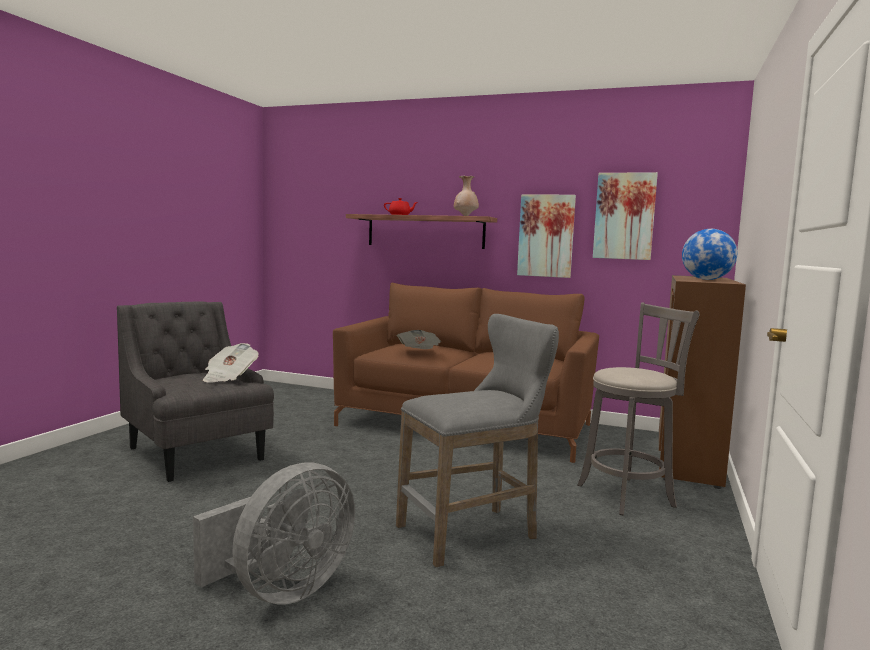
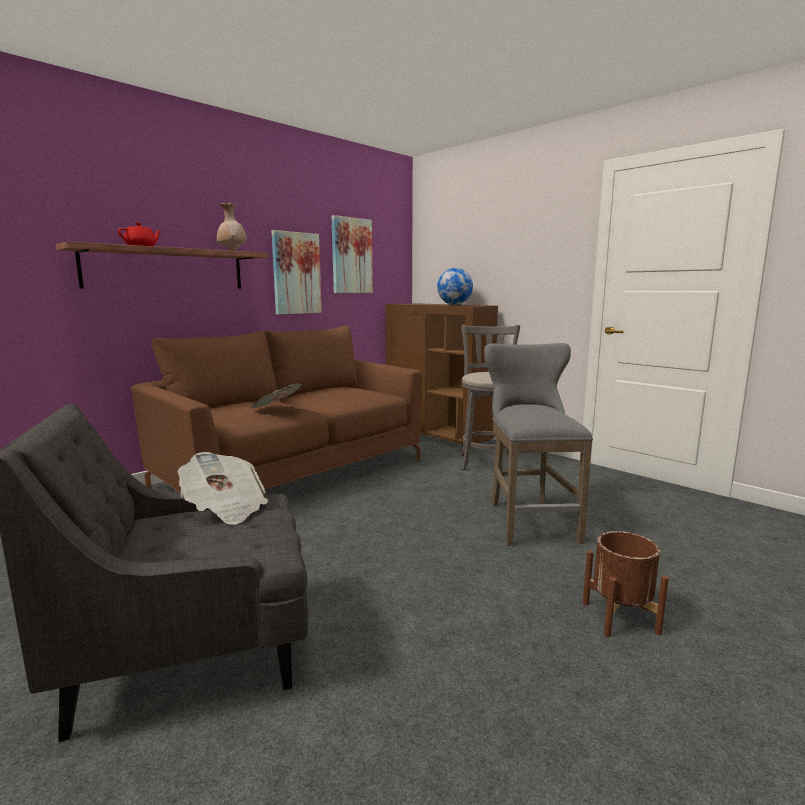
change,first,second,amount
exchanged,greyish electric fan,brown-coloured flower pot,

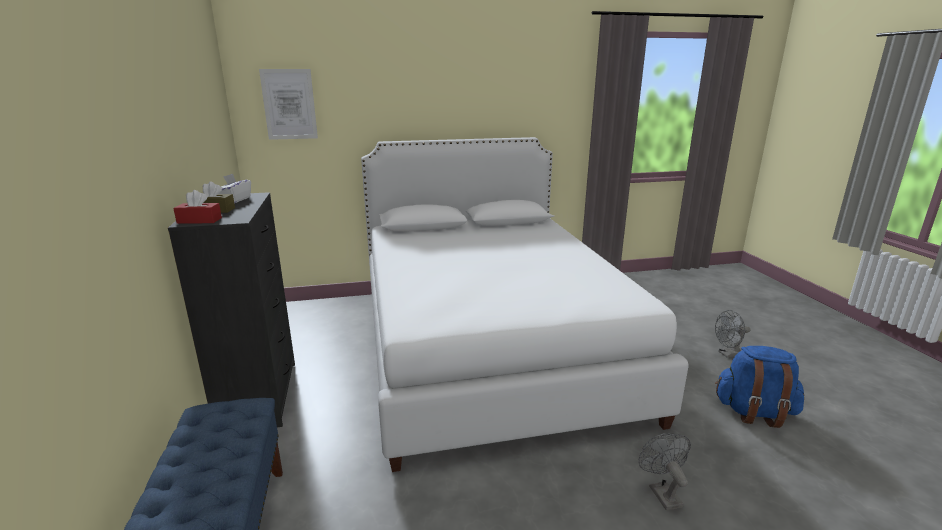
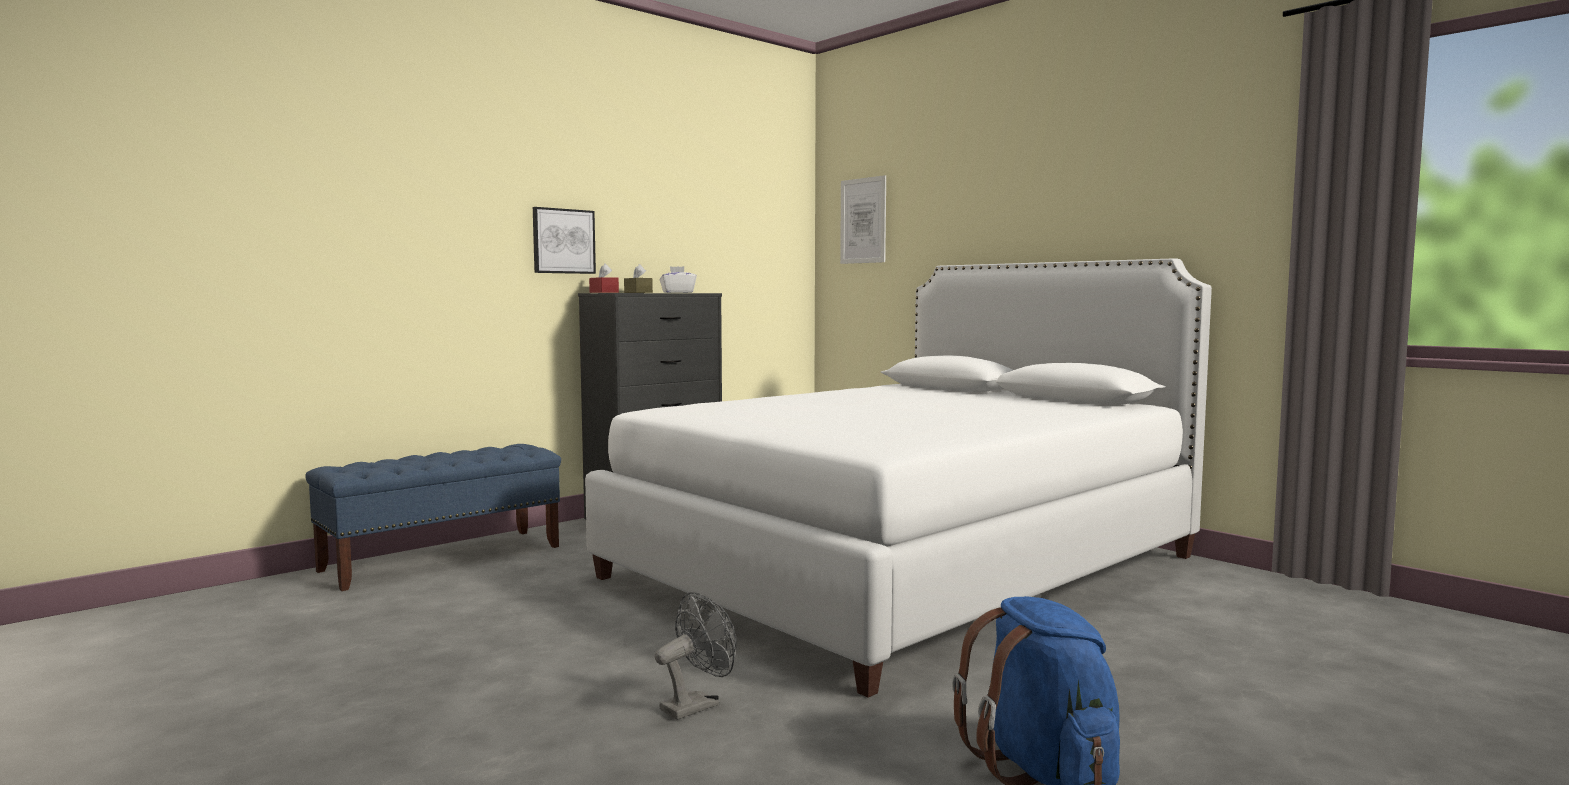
change,first,second,amount
appeared,,wall picture (no. 1 from left),
missing,greyish electric fan (no. 2 from left),,

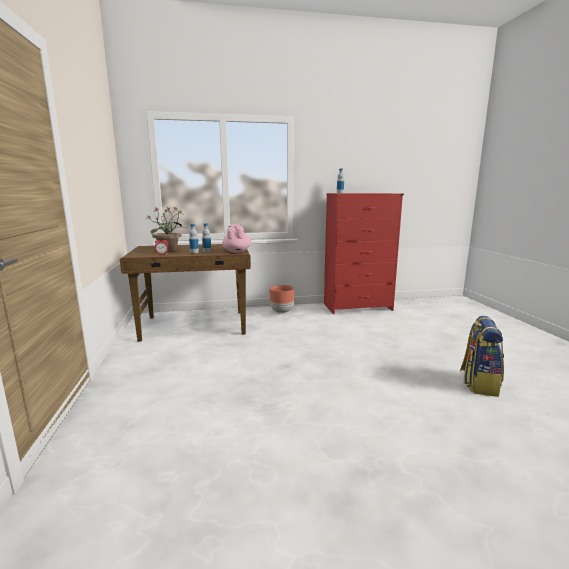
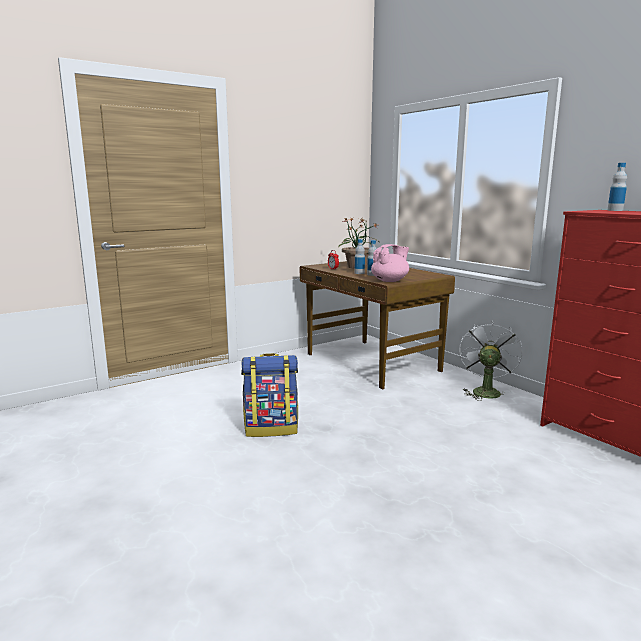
change,first,second,amount
relocated,rucksack,,
exchanged,brown-coloured flower pot,whitish electric fan,

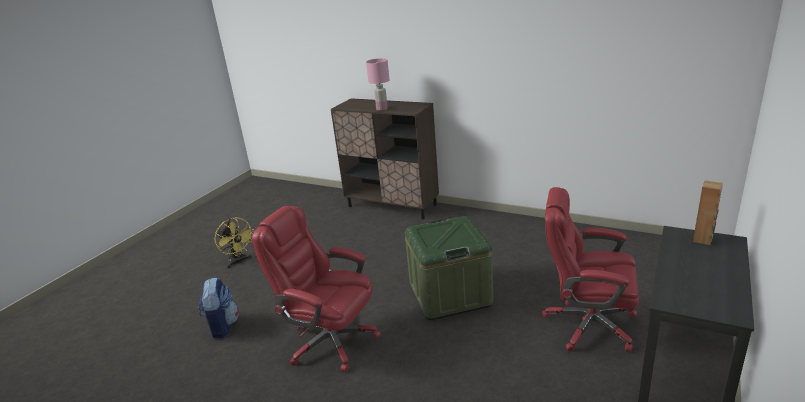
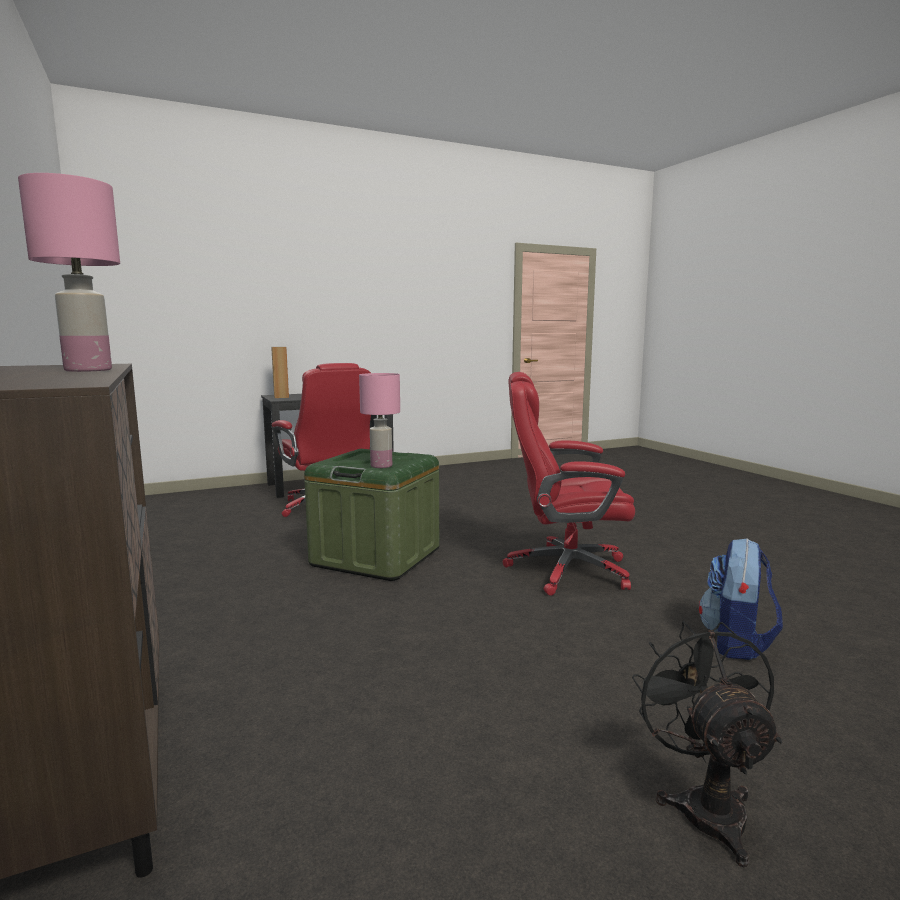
change,first,second,amount
appeared,,pink lamp for a table (no. 2 from left),
spun,red-coloured desk chair (no. 1 from left in the first image),red-coloured desk chair (no. 2 from left),120 degrees clockwise
colour,yellow electric fan,blackish electric fan,

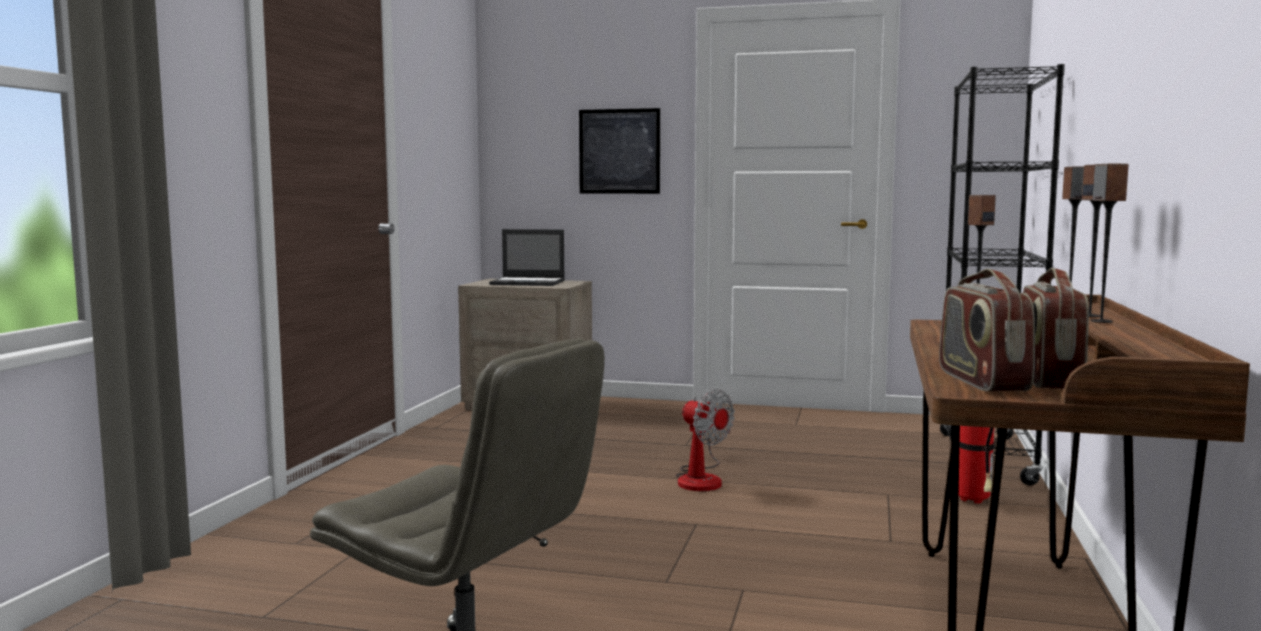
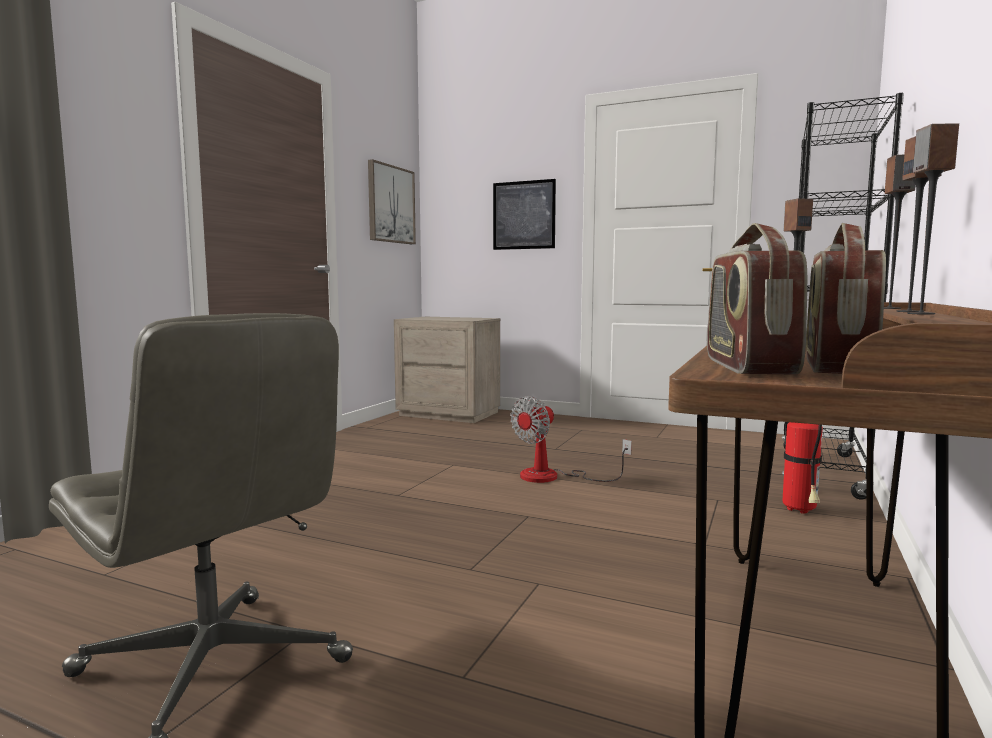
change,first,second,amount
appeared,,wall picture (no. 1 from left),
spun,electric fan,,75 degrees clockwise
missing,laptop,,

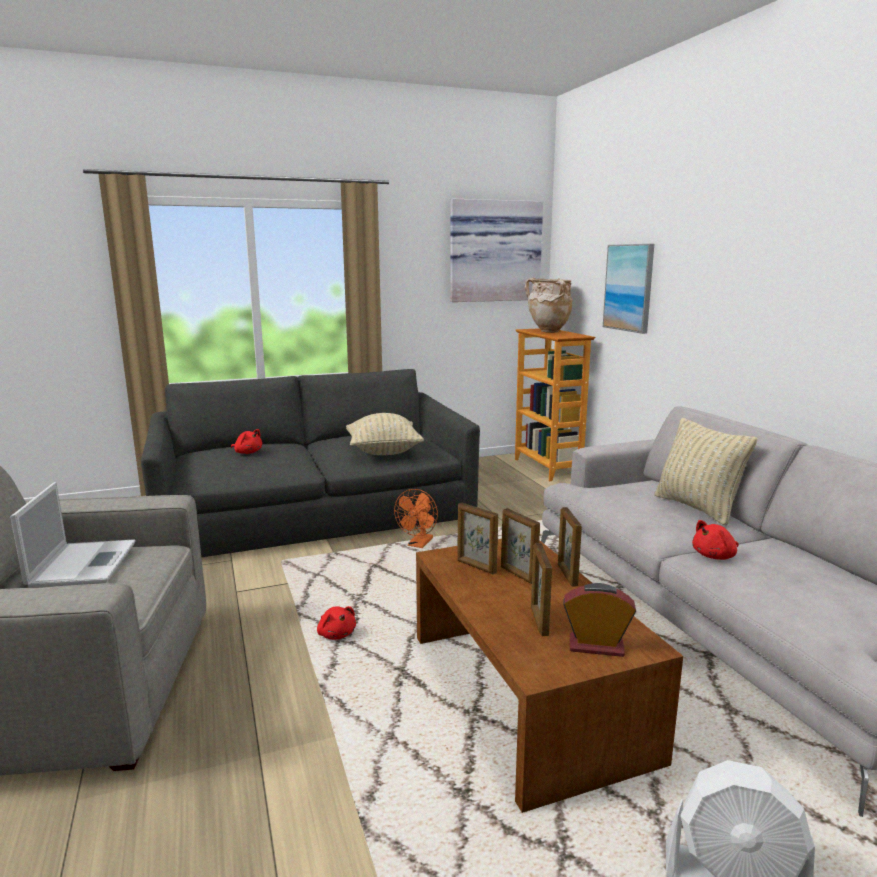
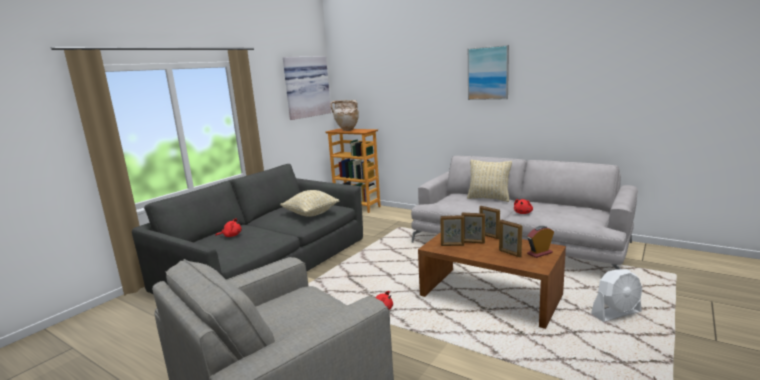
change,first,second,amount
relocated,wall picture (no. 2 from left),,
missing,laptop,,
missing,orangey electric fan,,

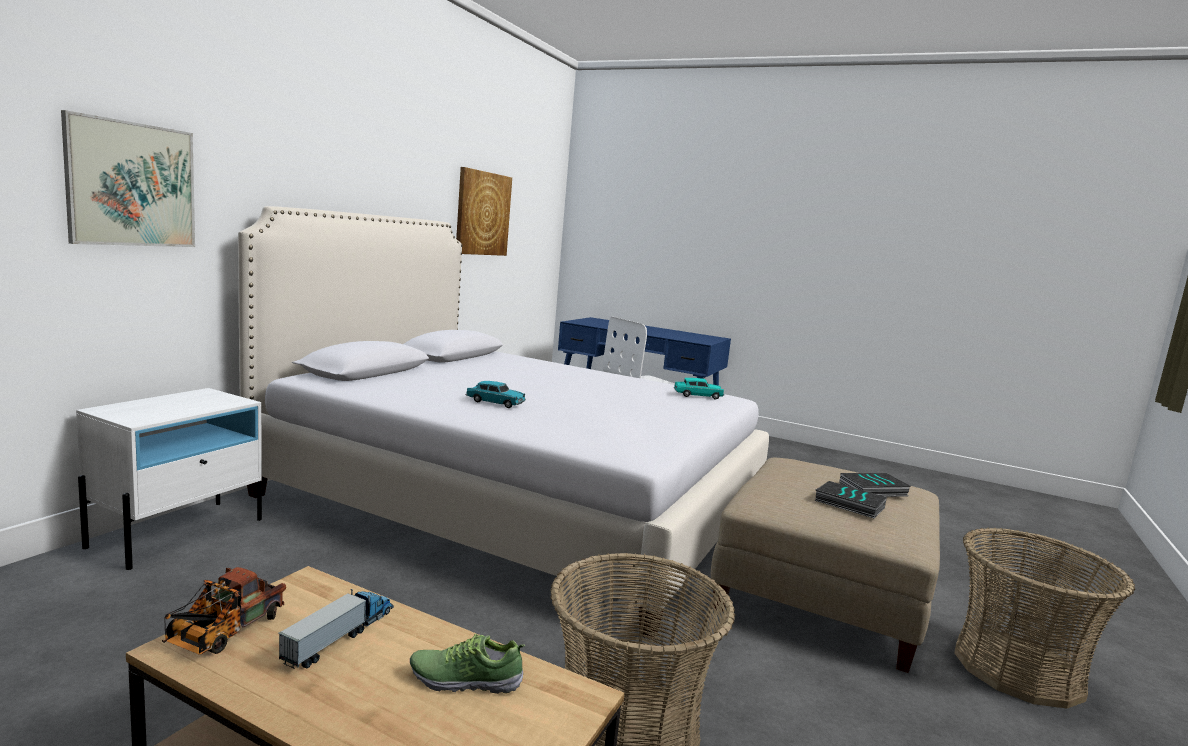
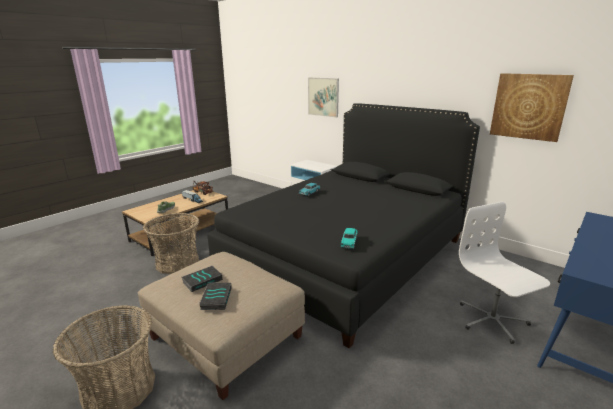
change,first,second,amount
colour,whitish bed,blackish bed,

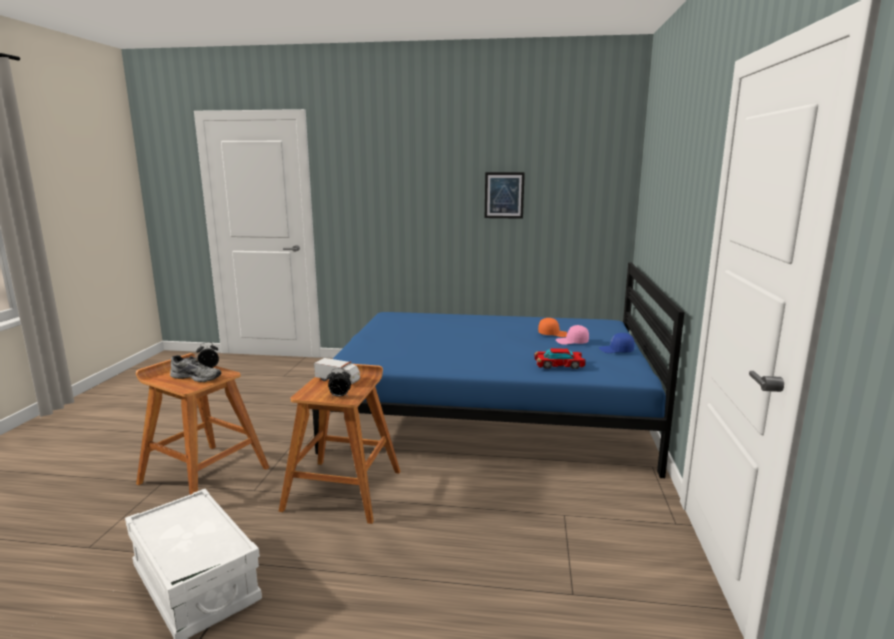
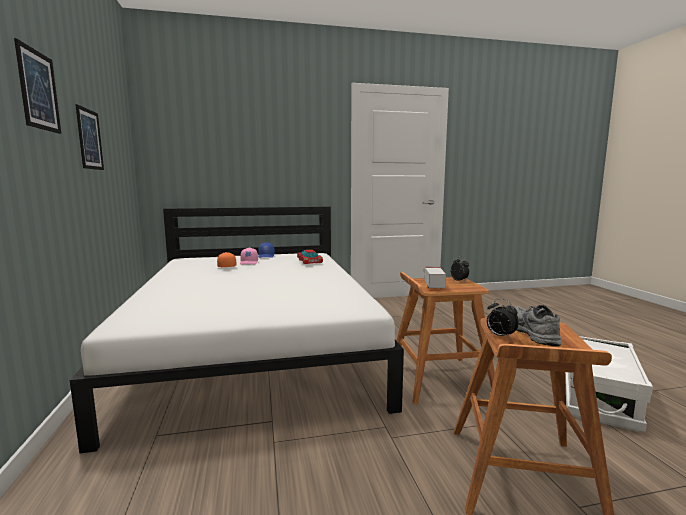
change,first,second,amount
appeared,,wall picture (no. 1 from left),
colour,bluish bed,whitish bed,

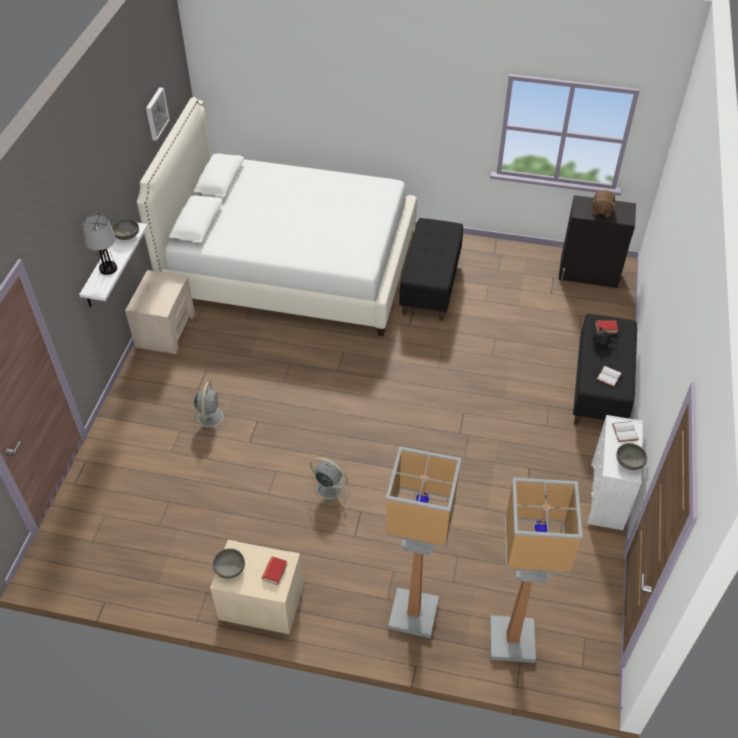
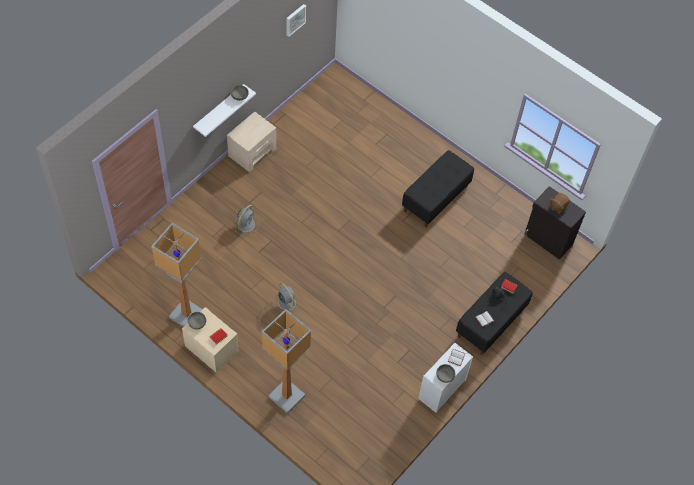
change,first,second,amount
relocated,floor lamp (no. 2 from left in the first image),floor lamp (no. 1 from left),
missing,lamp for a table,,
missing,whitish bed,,

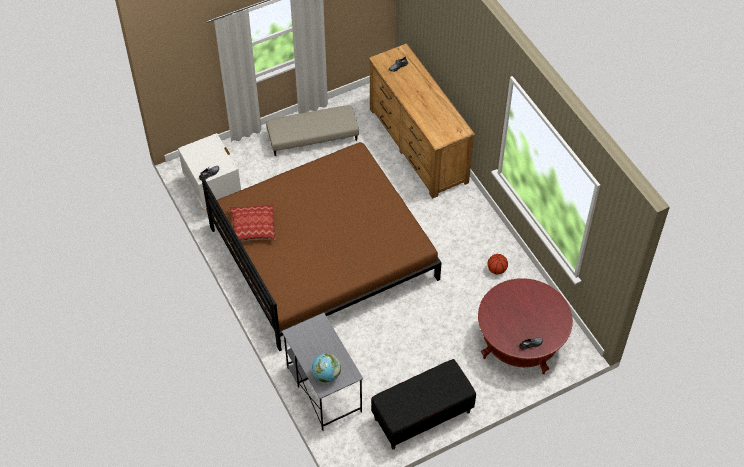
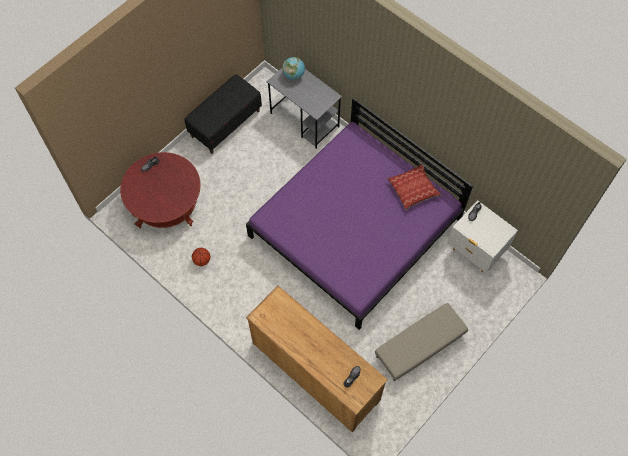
change,first,second,amount
colour,brown-coloured bed,purple-coloured bed,

